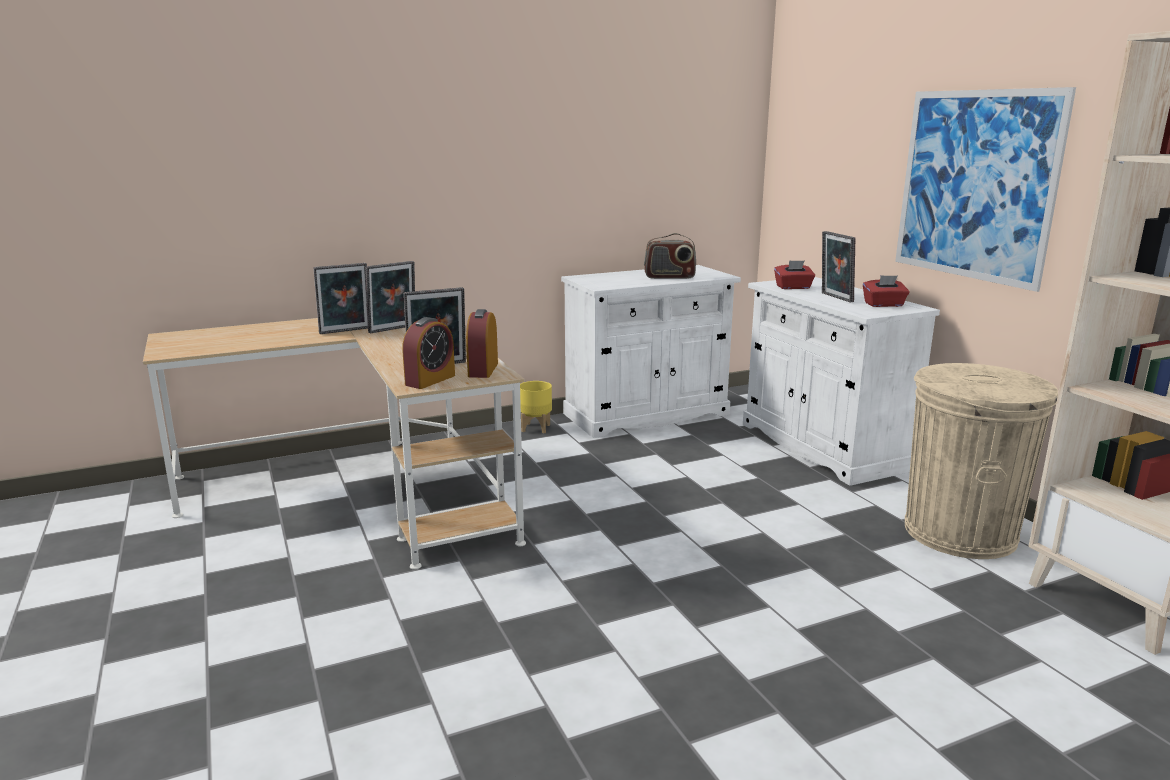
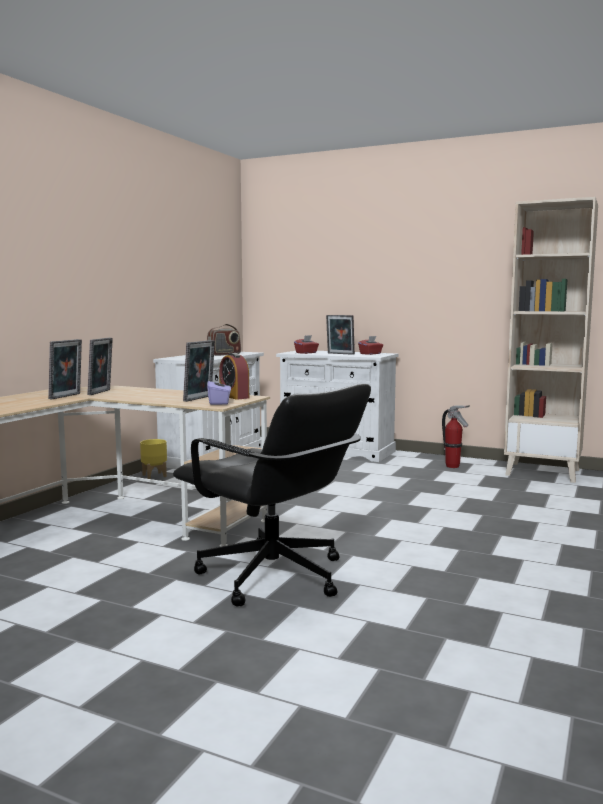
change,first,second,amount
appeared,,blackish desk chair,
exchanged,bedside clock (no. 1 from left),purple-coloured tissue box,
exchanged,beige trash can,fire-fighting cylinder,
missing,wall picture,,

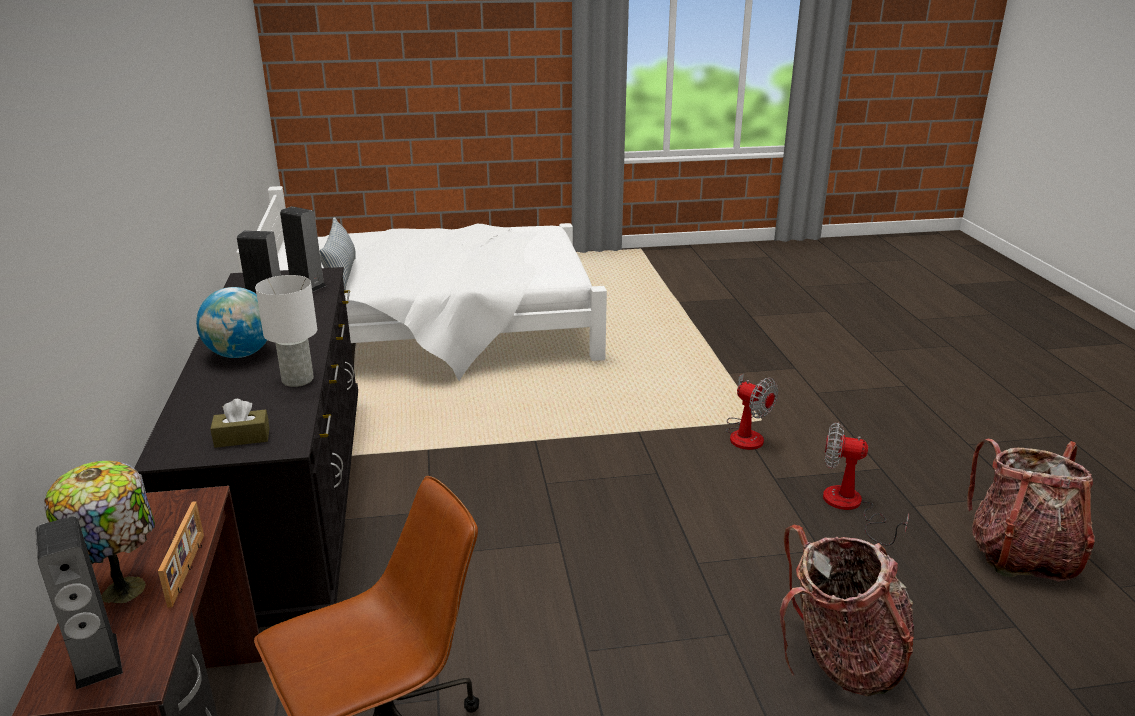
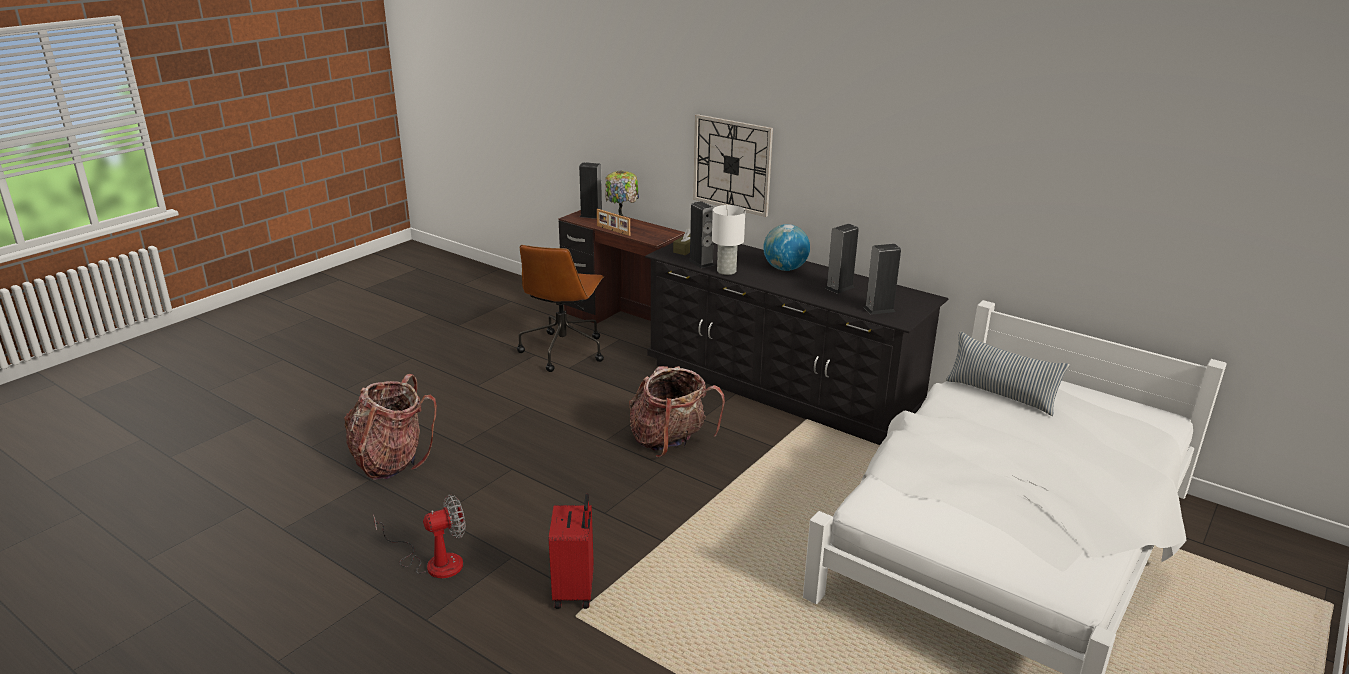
change,first,second,amount
exchanged,electric fan (no. 1 from left),red-coloured travel case,
relocated,rucksack (no. 2 from left),,
appeared,,audio speaker (no. 2 from left),
appeared,,hanging clock,

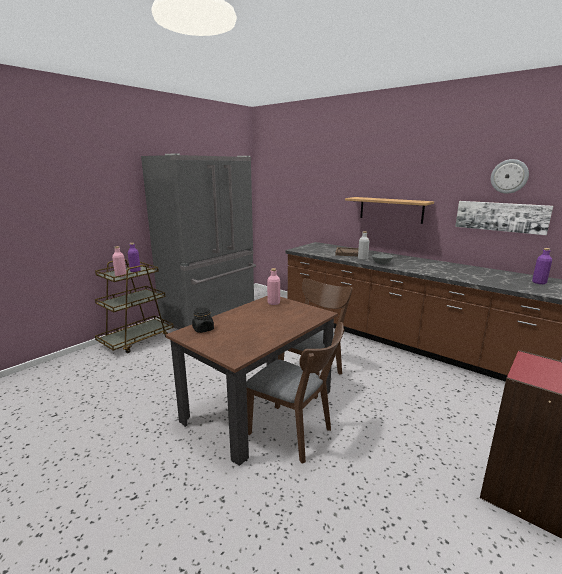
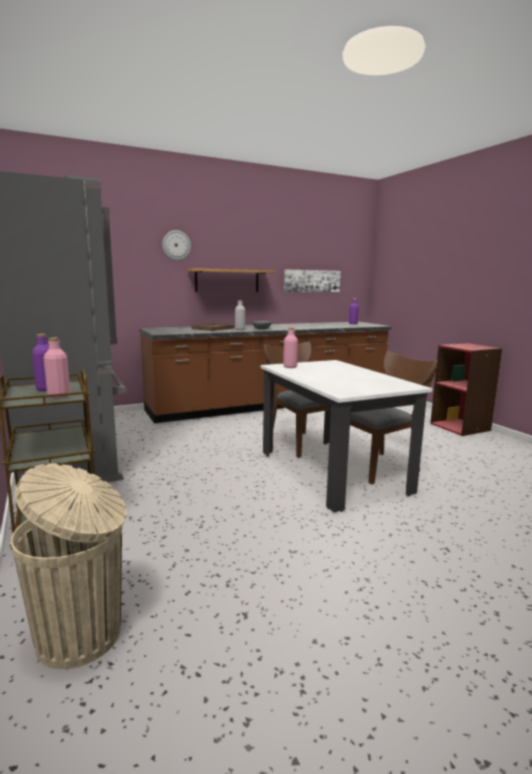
change,first,second,amount
appeared,,beige trash can,
relocated,hanging clock,,
colour,brown-coloured kitchen table,whitish kitchen table,
missing,blackish preserve jar,,

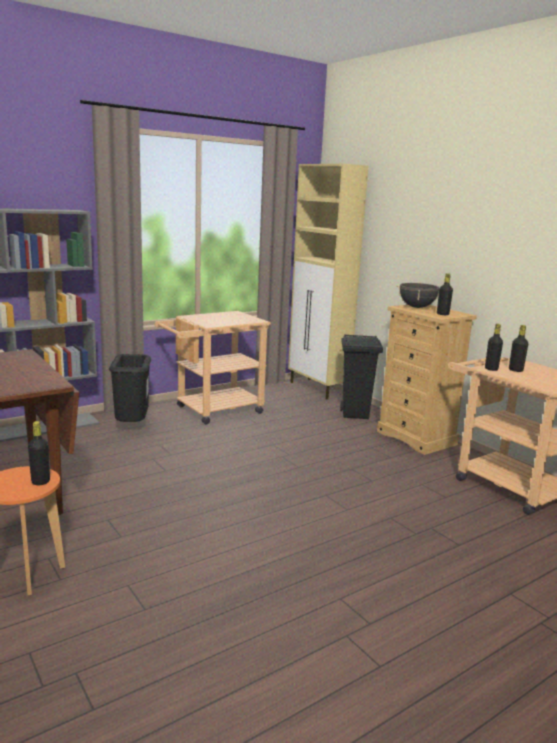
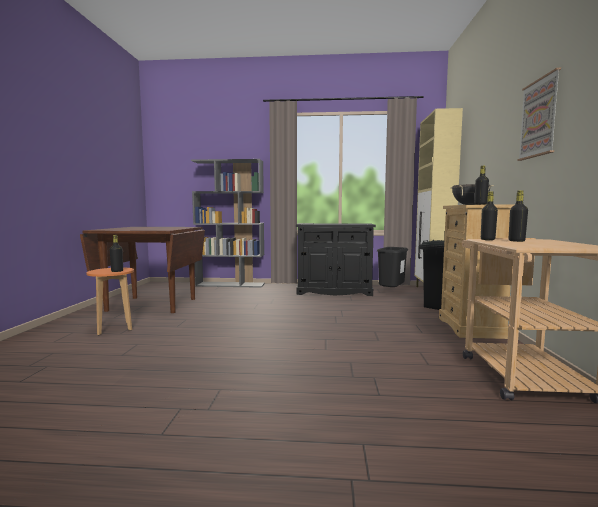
change,first,second,amount
exchanged,beige wheeled cart (no. 1 from left),blackish storage cabinet,
relocated,blackish trash can (no. 1 from left),,
appeared,,wall picture,

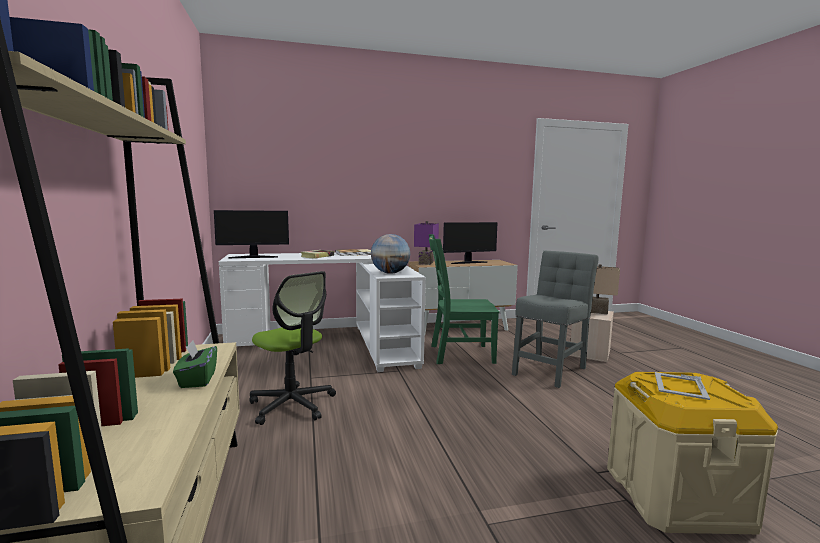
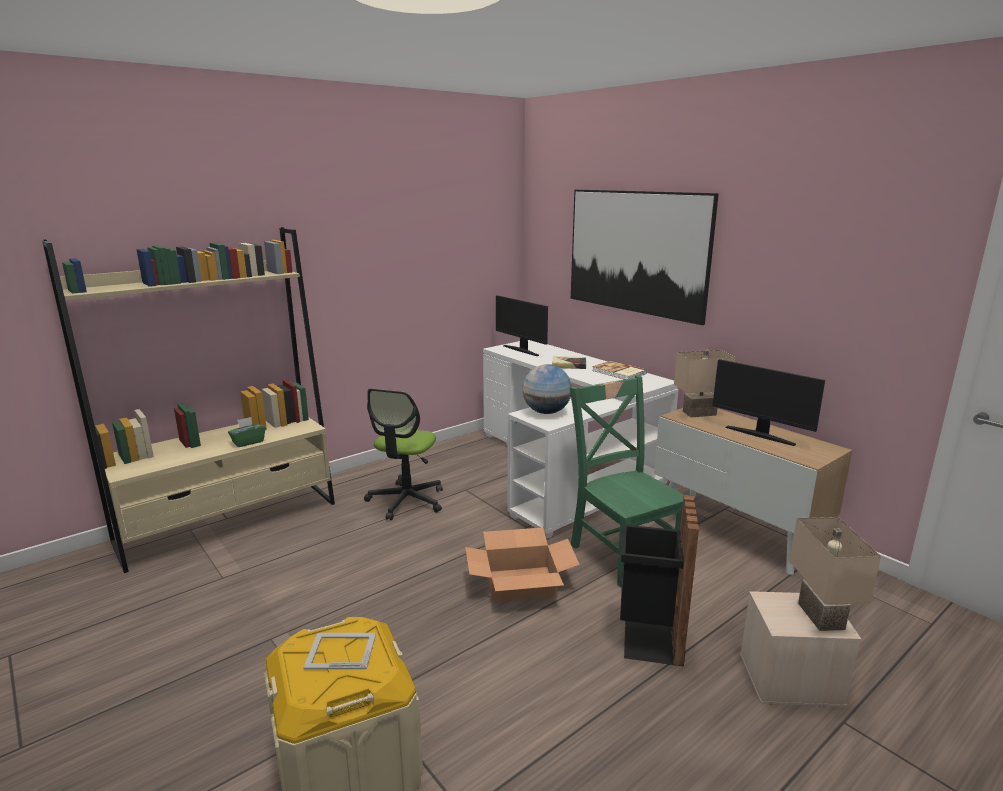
change,first,second,amount
appeared,,cardboard box,
appeared,,wall picture,
exchanged,greyish chair,blackish trash can,
colour,purple-coloured lamp for a table,beige lamp for a table (no. 1 from left),

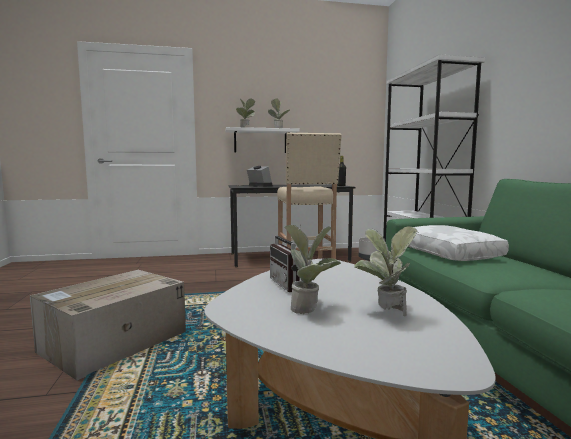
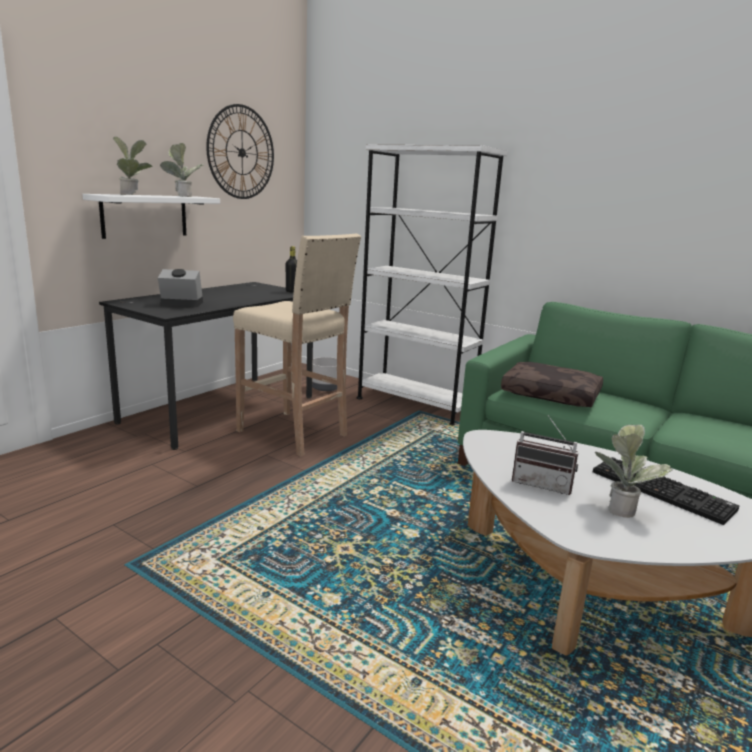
change,first,second,amount
appeared,,hanging clock,
colour,whitish cushion,brown-coloured cushion,
exchanged,potted plant (no. 4 from left),computer keyboard,
missing,cardboard box,,

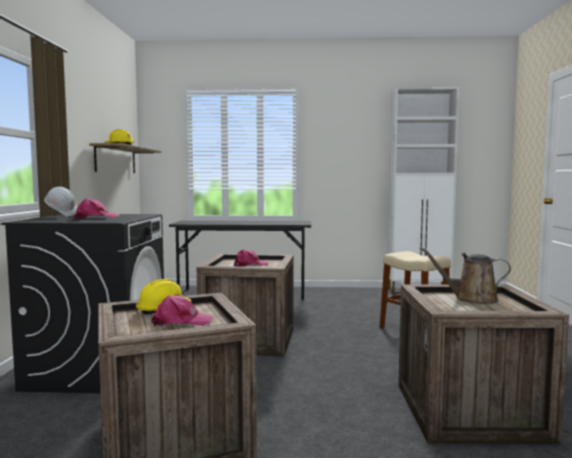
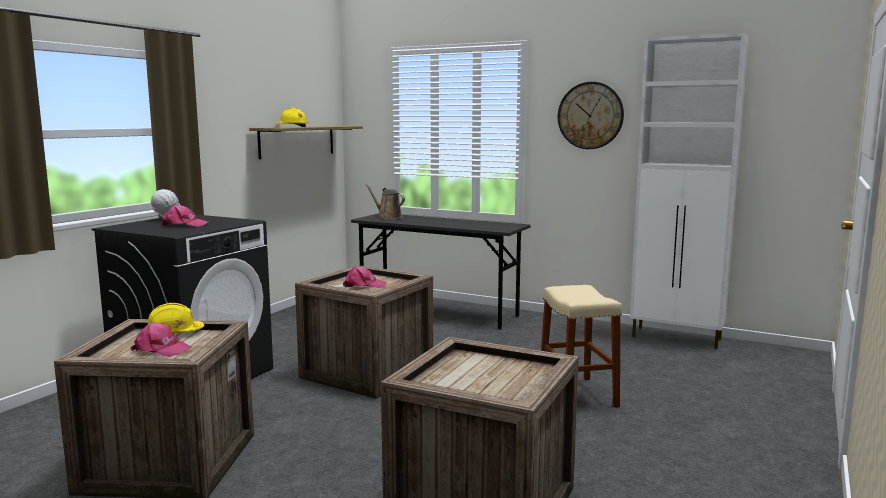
change,first,second,amount
relocated,brown-coloured watering pot,,
appeared,,hanging clock,

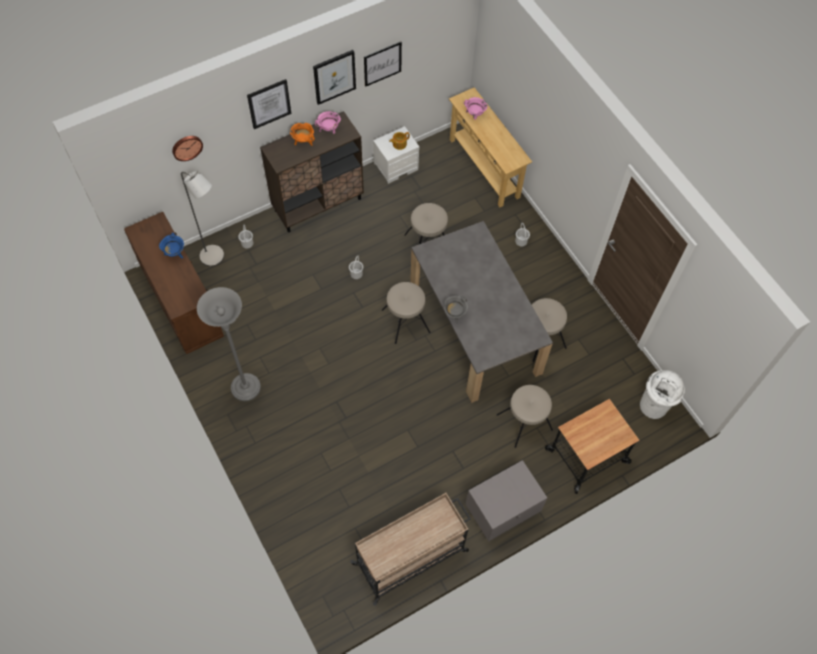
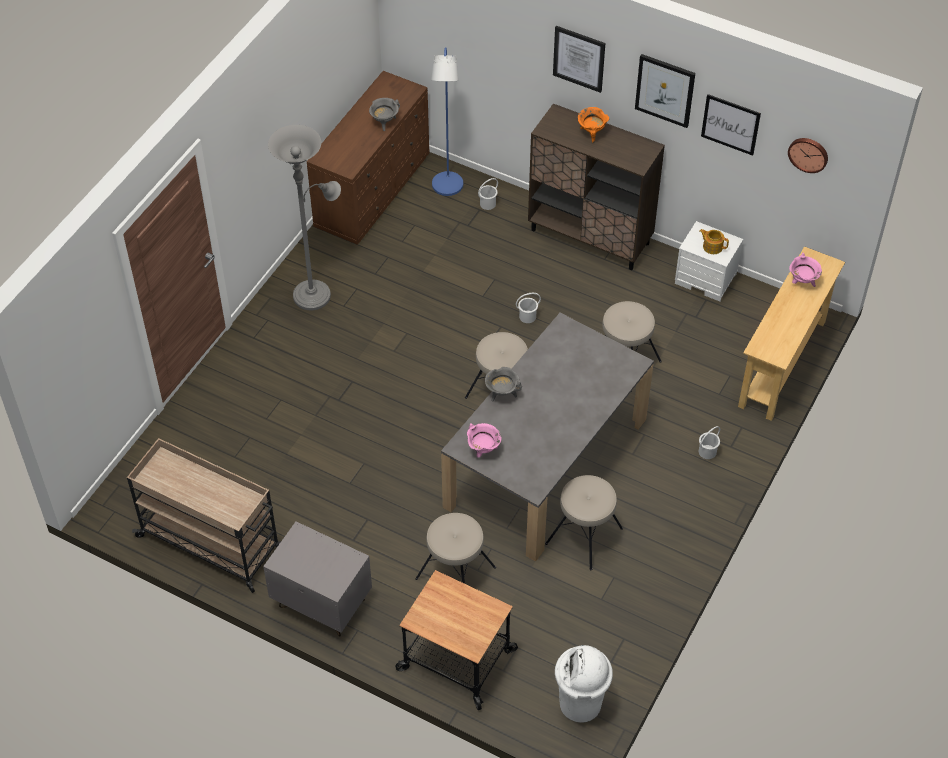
change,first,second,amount
colour,bluish stockpot,greyish stockpot (no. 1 from left),
colour,greyish floor lamp (no. 1 from left),bluish floor lamp,
relocated,pink stockpot (no. 1 from left),,
relocated,hanging clock,,

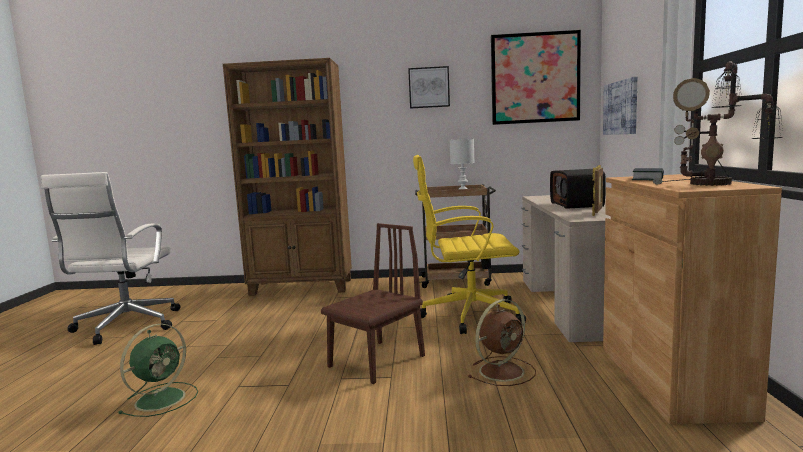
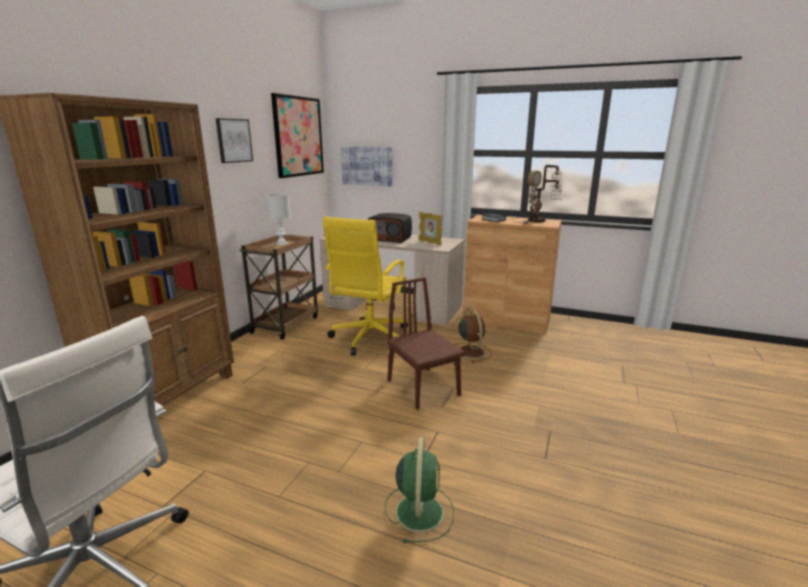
change,first,second,amount
spun,greenish electric fan,,45 degrees clockwise

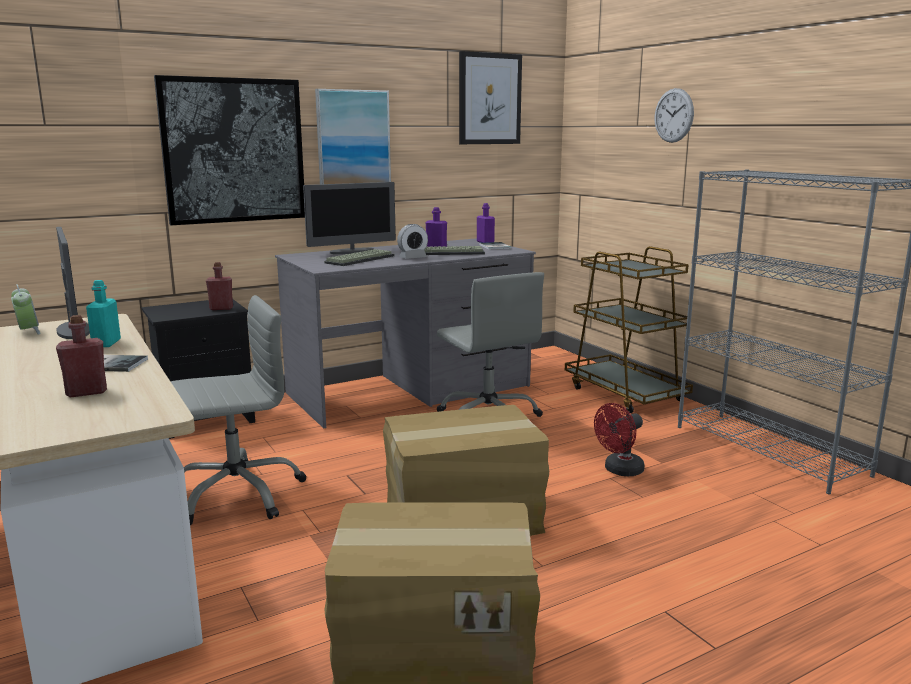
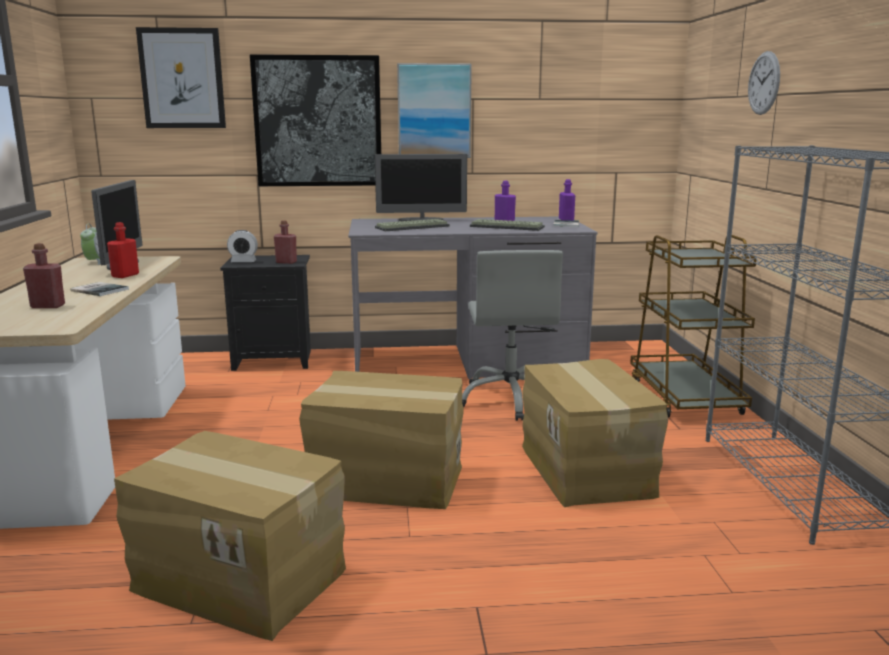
change,first,second,amount
colour,turquoise-coloured drink bottle,red-coloured drink bottle (no. 2 from left),
relocated,wall picture (no. 3 from left in the first image),wall picture (no. 1 from left),
relocated,bedside clock (no. 2 from left),,
exchanged,red-coloured electric fan,cardboard box (no. 3 from left),
missing,greyish desk chair (no. 1 from left),,

